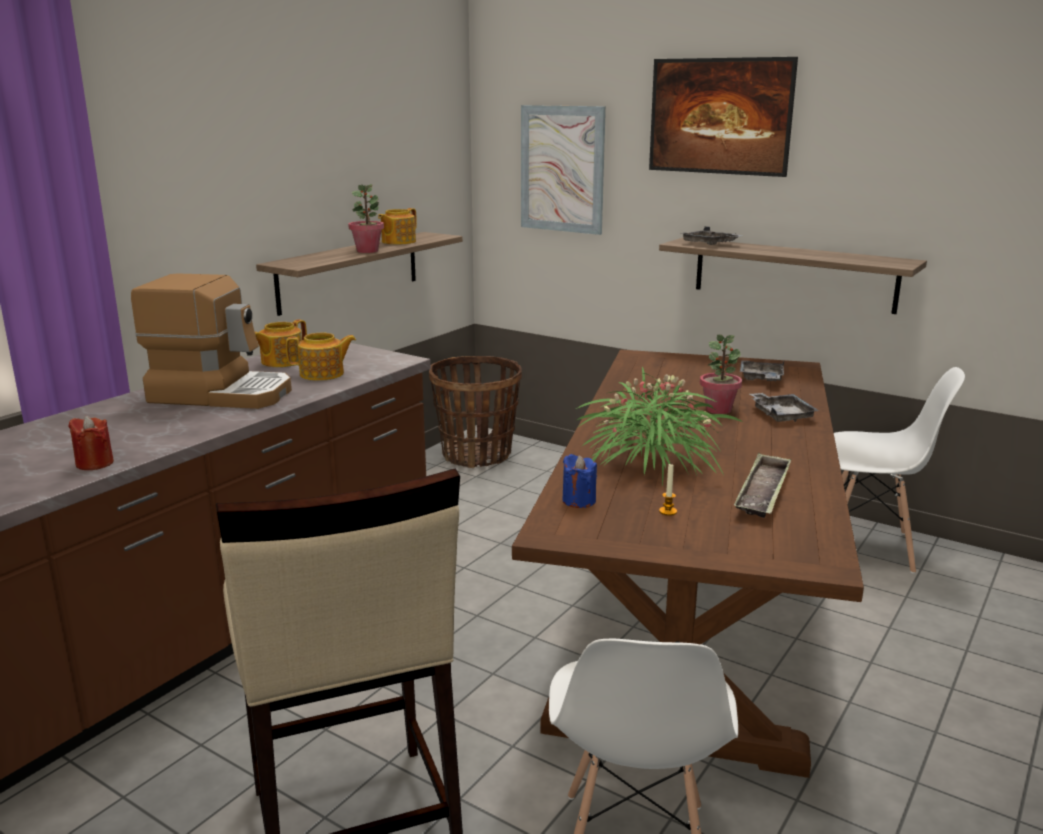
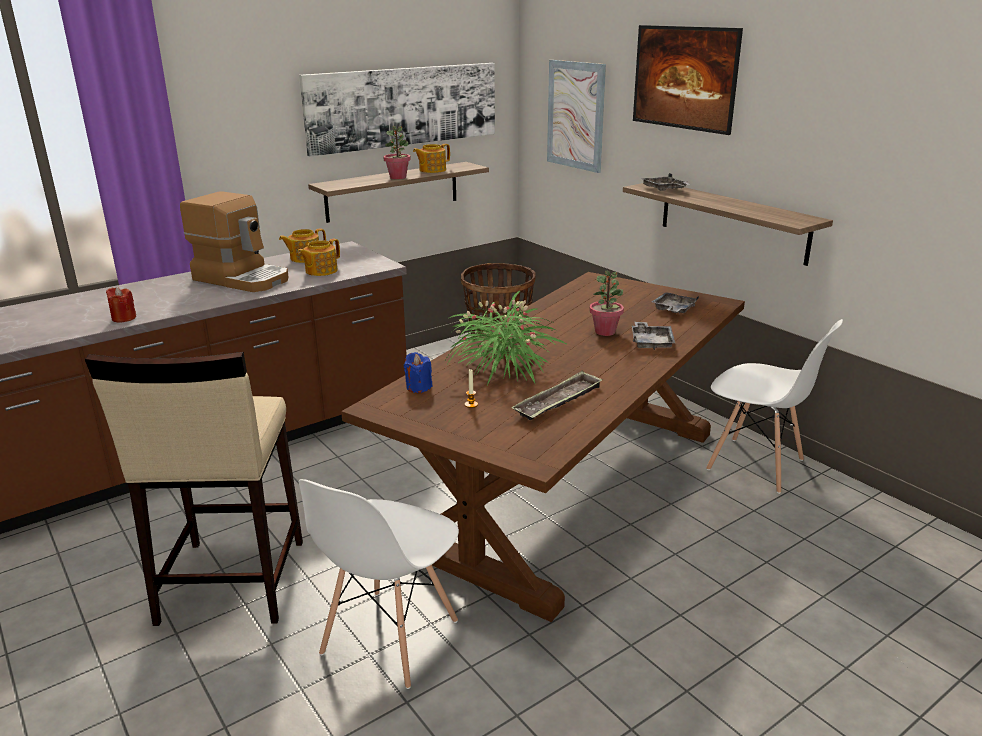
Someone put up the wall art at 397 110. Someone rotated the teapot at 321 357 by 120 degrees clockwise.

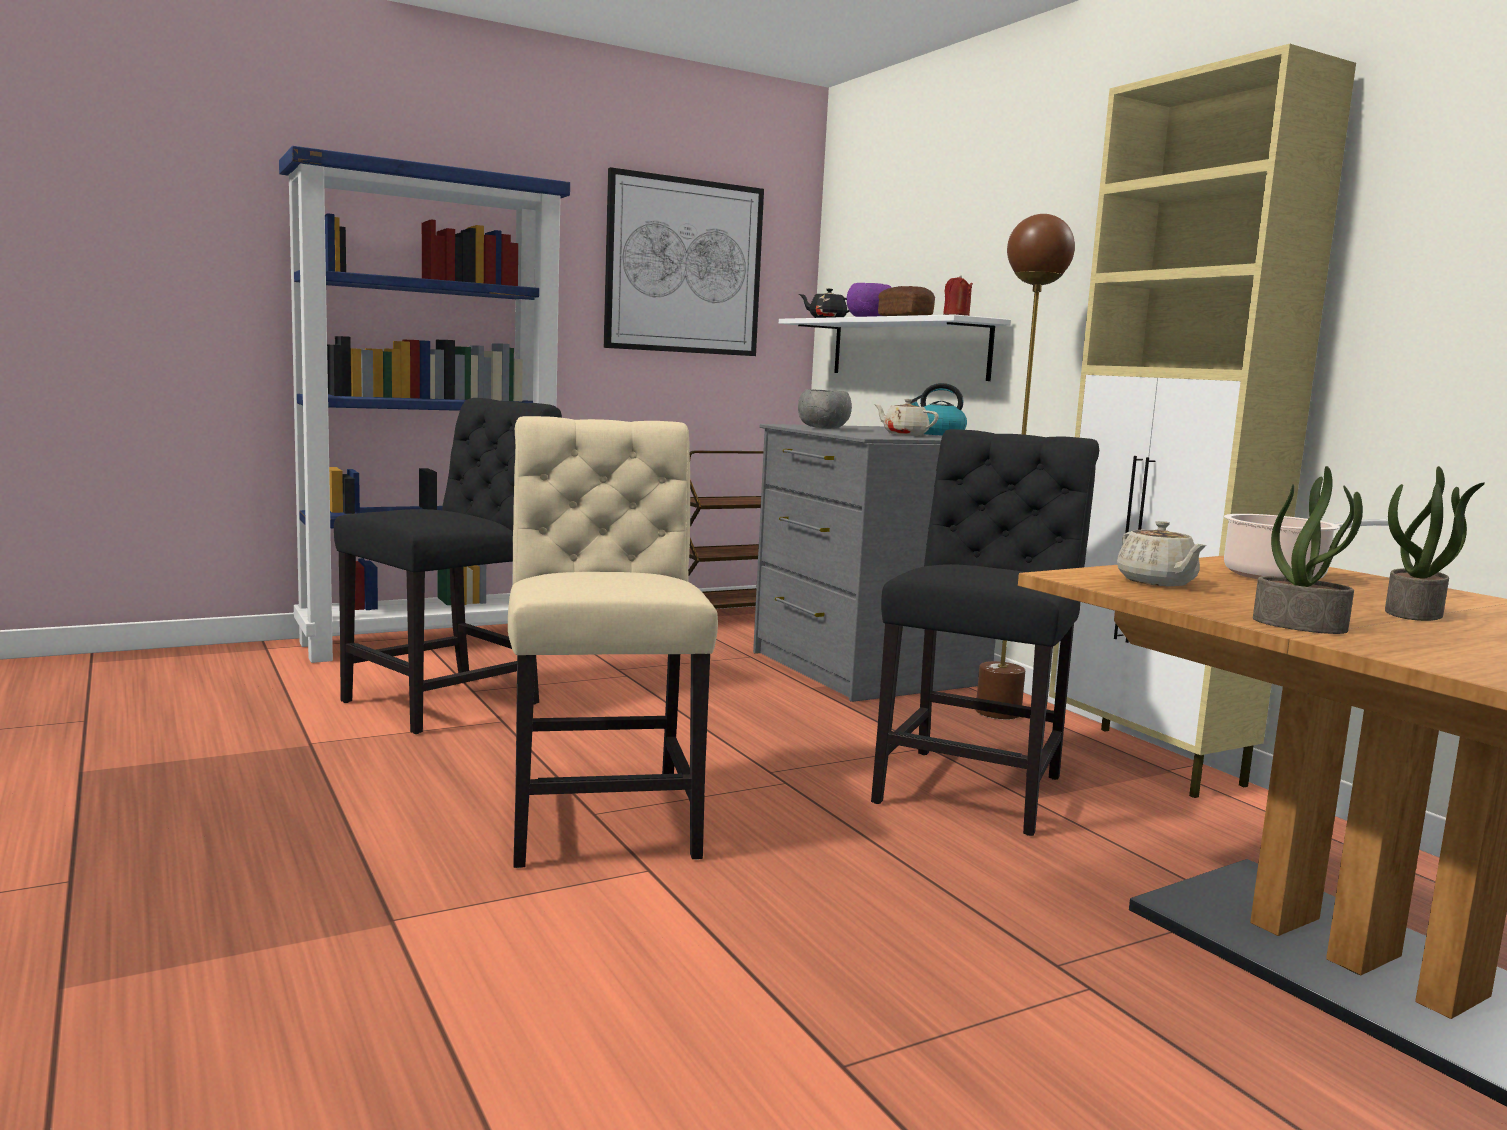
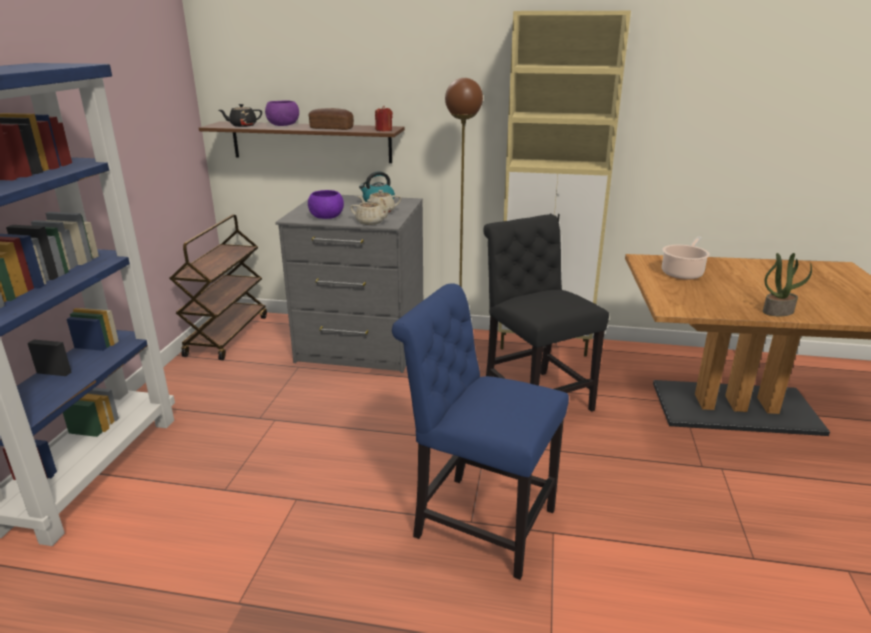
Someone took away the black chair at 448 566. Someone took away the wall art at 684 261. Someone took away the potted plant at 1435 543. Someone carried the beige teapot from 1162 553 to 371 212. Someone repainted the beige chair at 613 642, which became the blue chair at 480 432. Someone repainted the white wall shelf at 895 348, which became the brown wall shelf at 302 142. Someone repainted the grey bowl at 825 409, which became the purple bowl at 326 204.

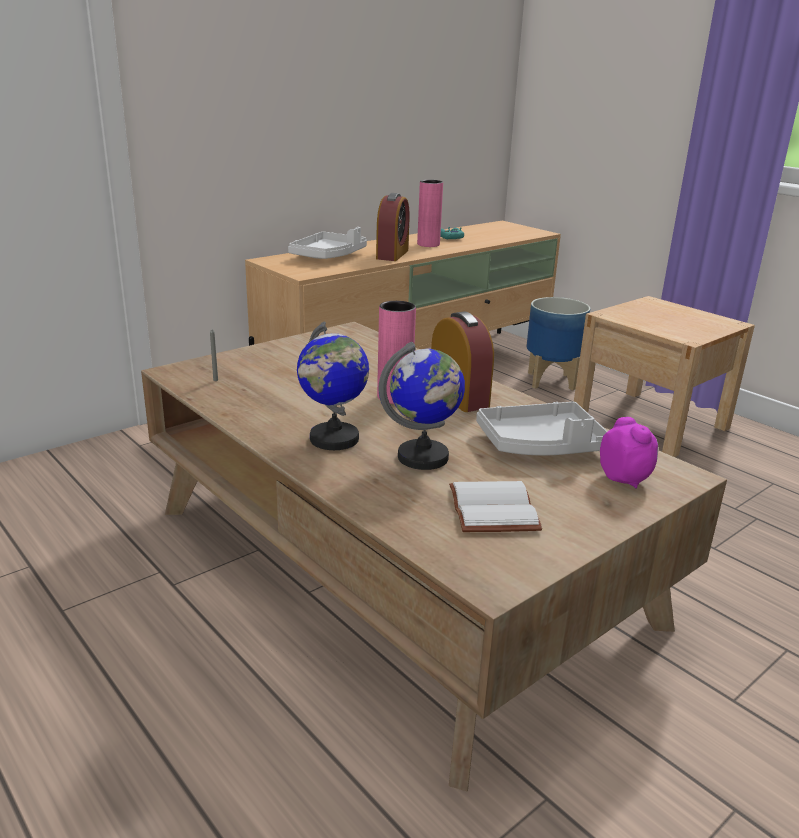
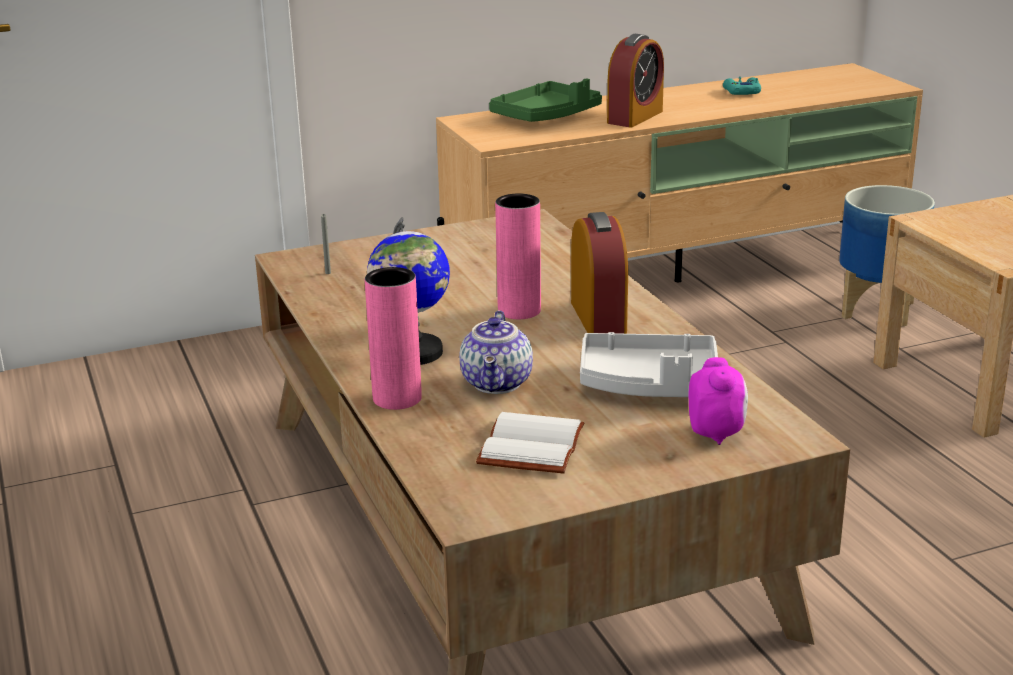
Someone carried the pinkish decorative vase from 430 213 to 393 338. Someone swapped the desk globe at 422 405 for the teapot at 496 352. Someone repainted the white carrying tray at 327 243, which became the green carrying tray at 545 100.

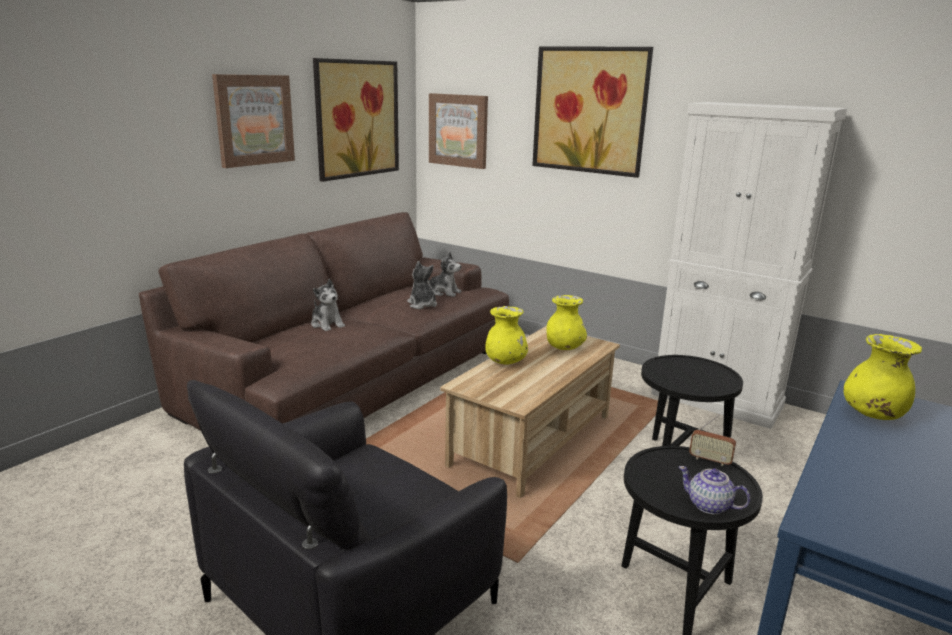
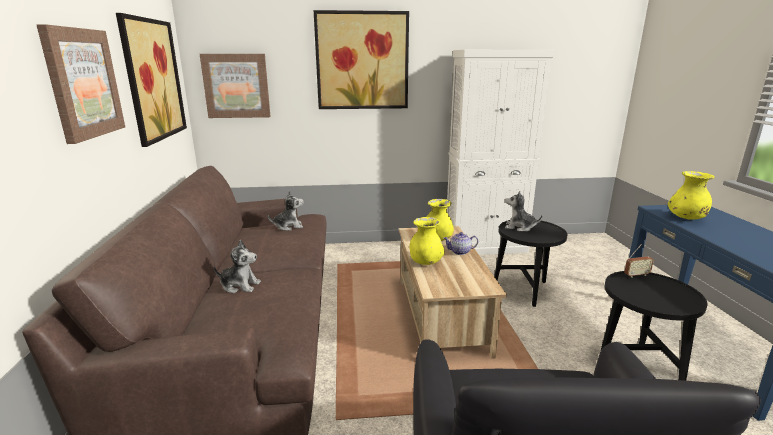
Someone carried the plush toy from 422 285 to 523 211. Someone carried the teapot from 714 490 to 460 243.

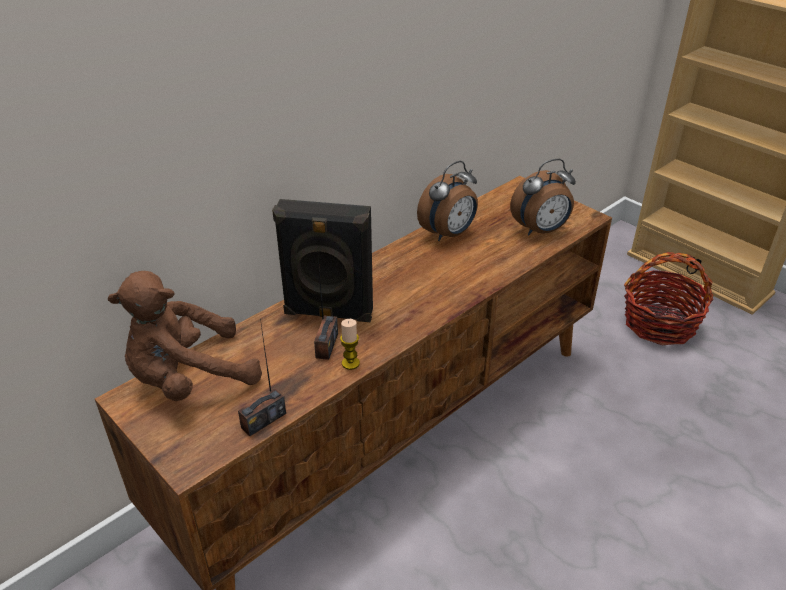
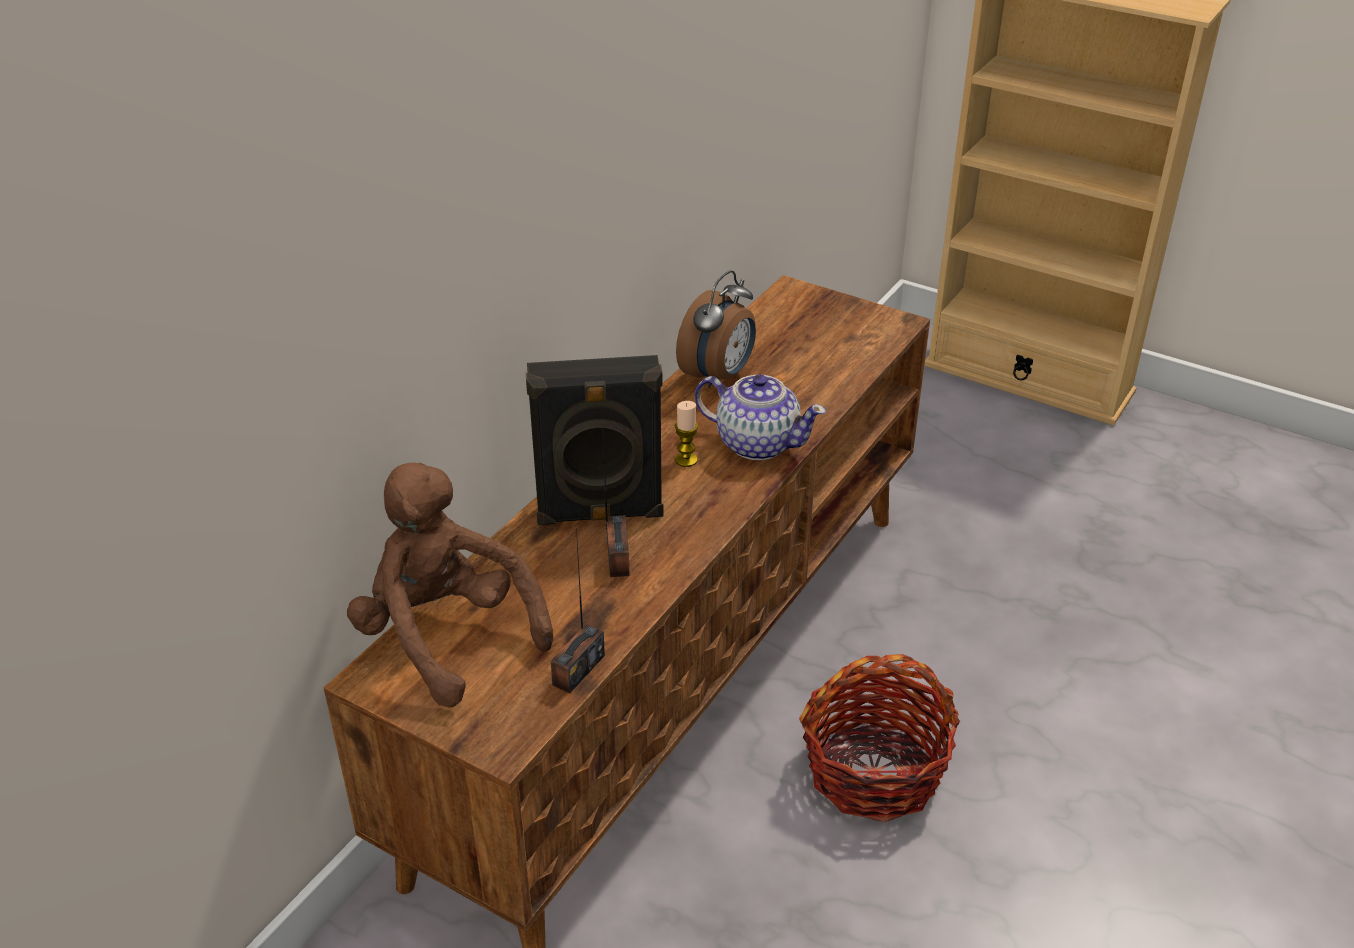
Someone took away the alarm clock at 543 197. Someone put down the teapot at 760 417. Someone carried the wax candle from 350 344 to 686 434. Someone carried the basket from 669 298 to 879 738. Someone rotated the brown plush toy at 185 336 by 90 degrees clockwise.

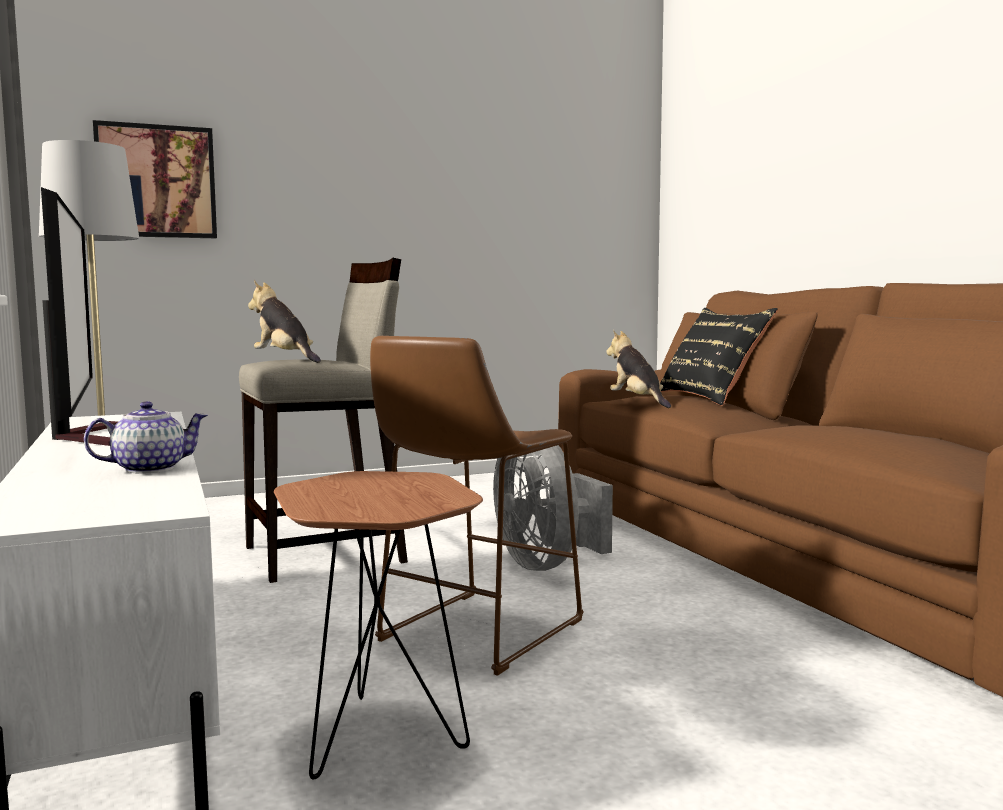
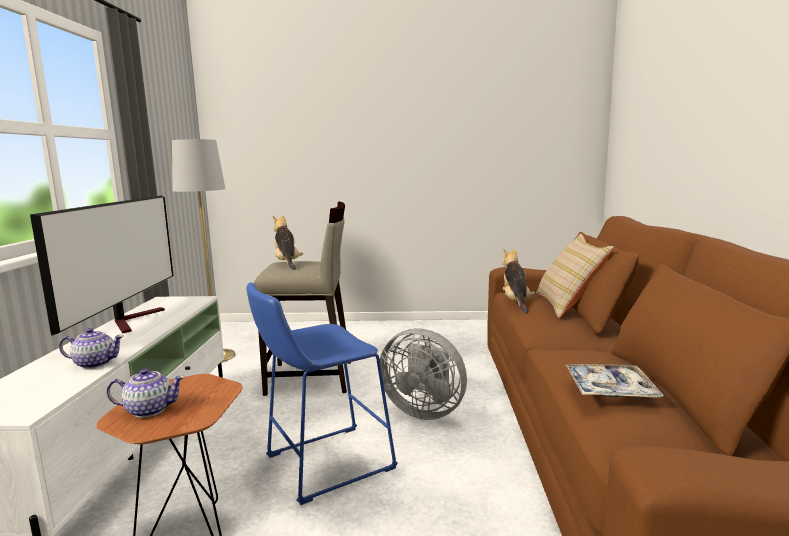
Someone took away the wall art at 155 179. Someone put down the teapot at 145 393. Someone put down the carrying tray at 615 381. Someone repainted the brown stool seat at 476 506, which became the blue stool seat at 322 393. Someone repainted the black cushion at 719 357, which became the beige cushion at 575 276. Someone rotated the grey fan at 553 508 by 60 degrees counterclockwise.

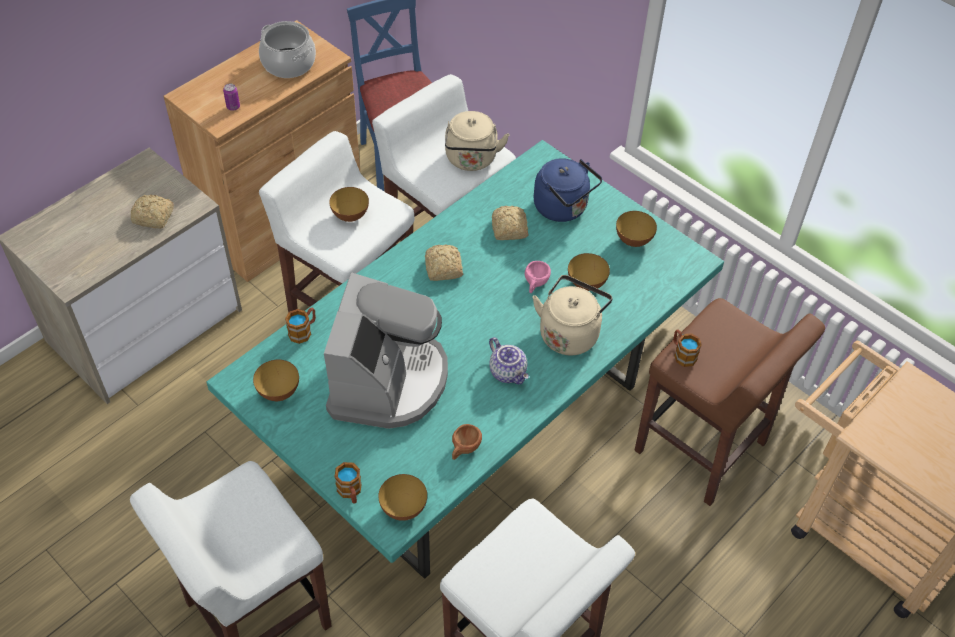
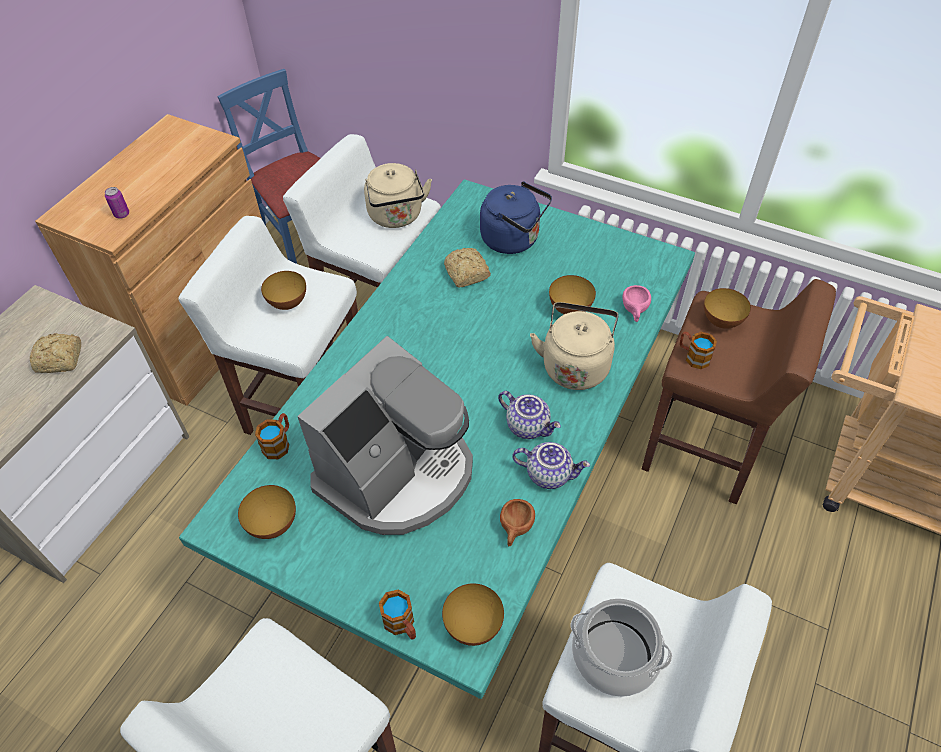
Someone took away the baked bread at 444 262. Someone put down the teapot at 551 465. Someone carried the cooking pot from 287 49 to 621 647. Someone carried the pinkish drinking cup from 538 277 to 637 303. Someone carried the bowl from 636 229 to 727 308. Someone rotated the coffee machine at 386 350 by 45 degrees clockwise.

